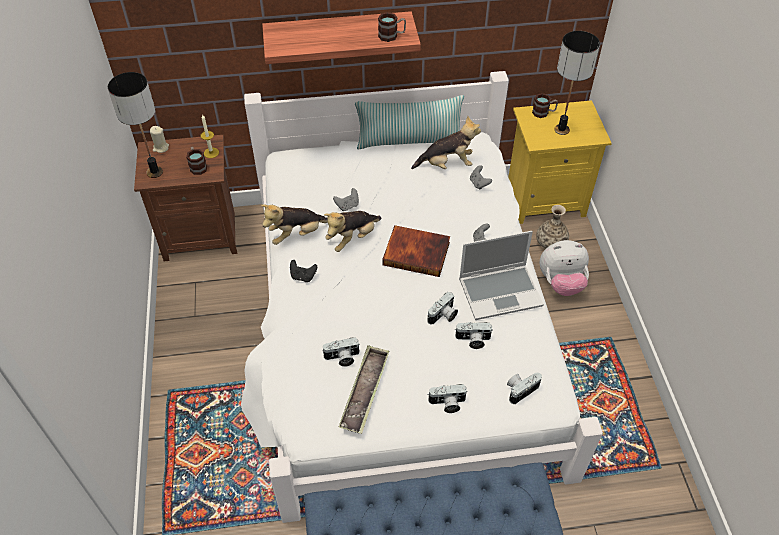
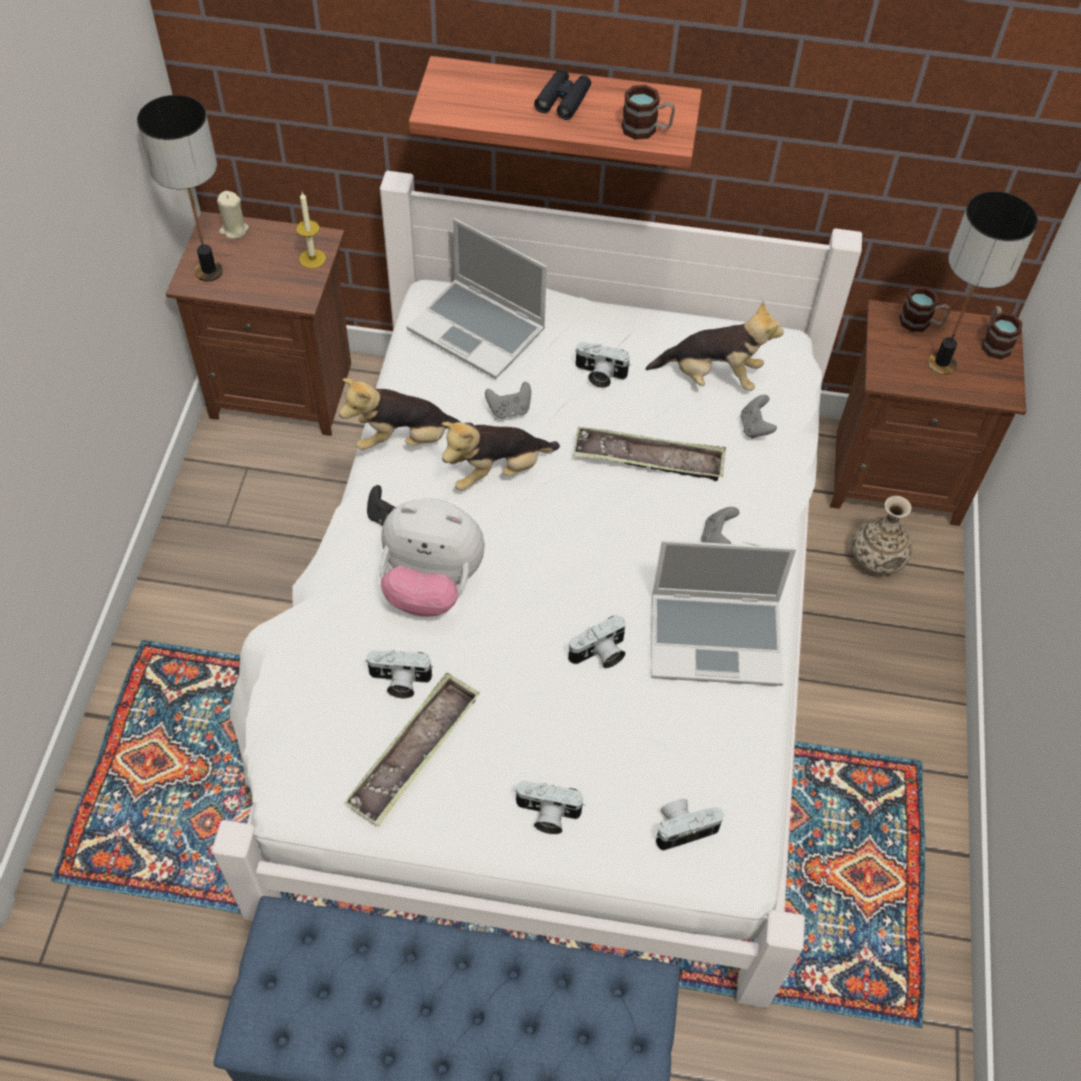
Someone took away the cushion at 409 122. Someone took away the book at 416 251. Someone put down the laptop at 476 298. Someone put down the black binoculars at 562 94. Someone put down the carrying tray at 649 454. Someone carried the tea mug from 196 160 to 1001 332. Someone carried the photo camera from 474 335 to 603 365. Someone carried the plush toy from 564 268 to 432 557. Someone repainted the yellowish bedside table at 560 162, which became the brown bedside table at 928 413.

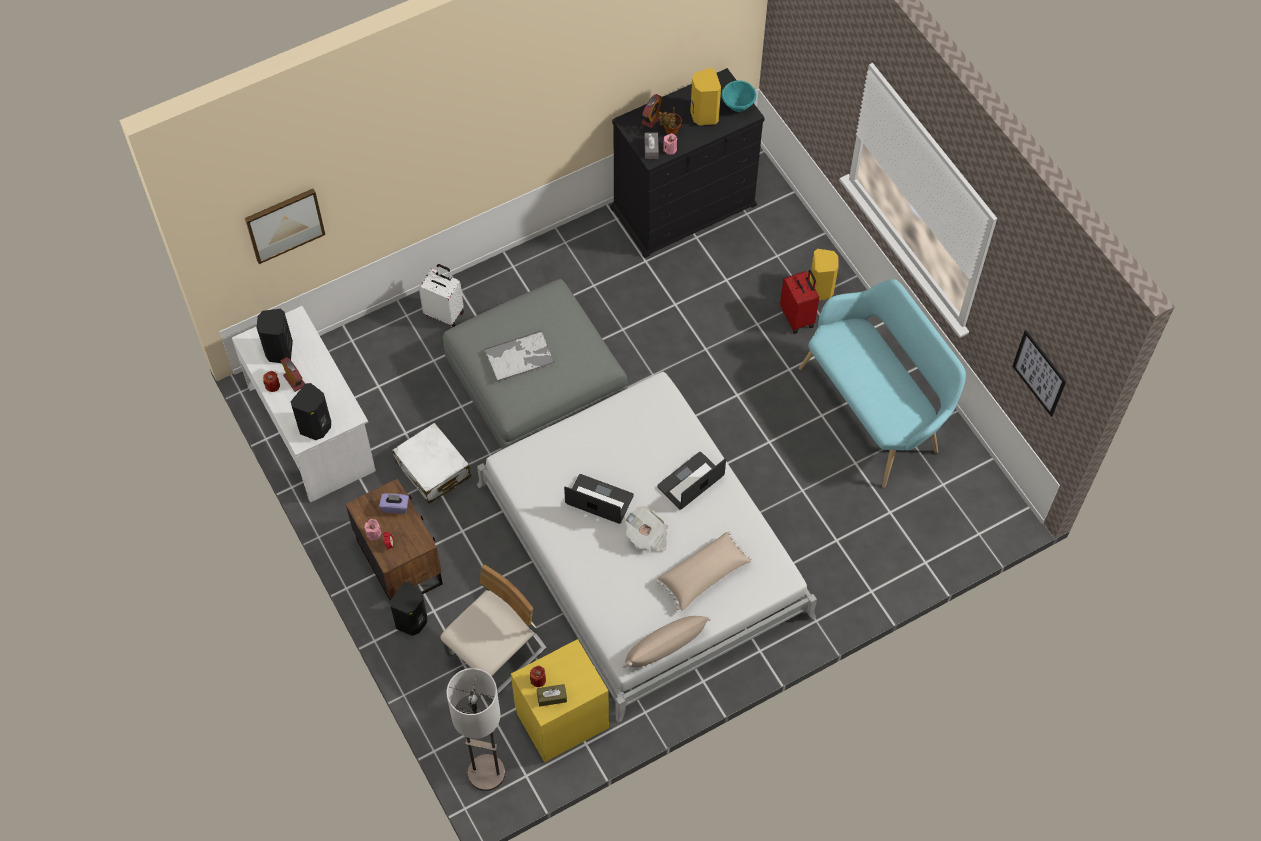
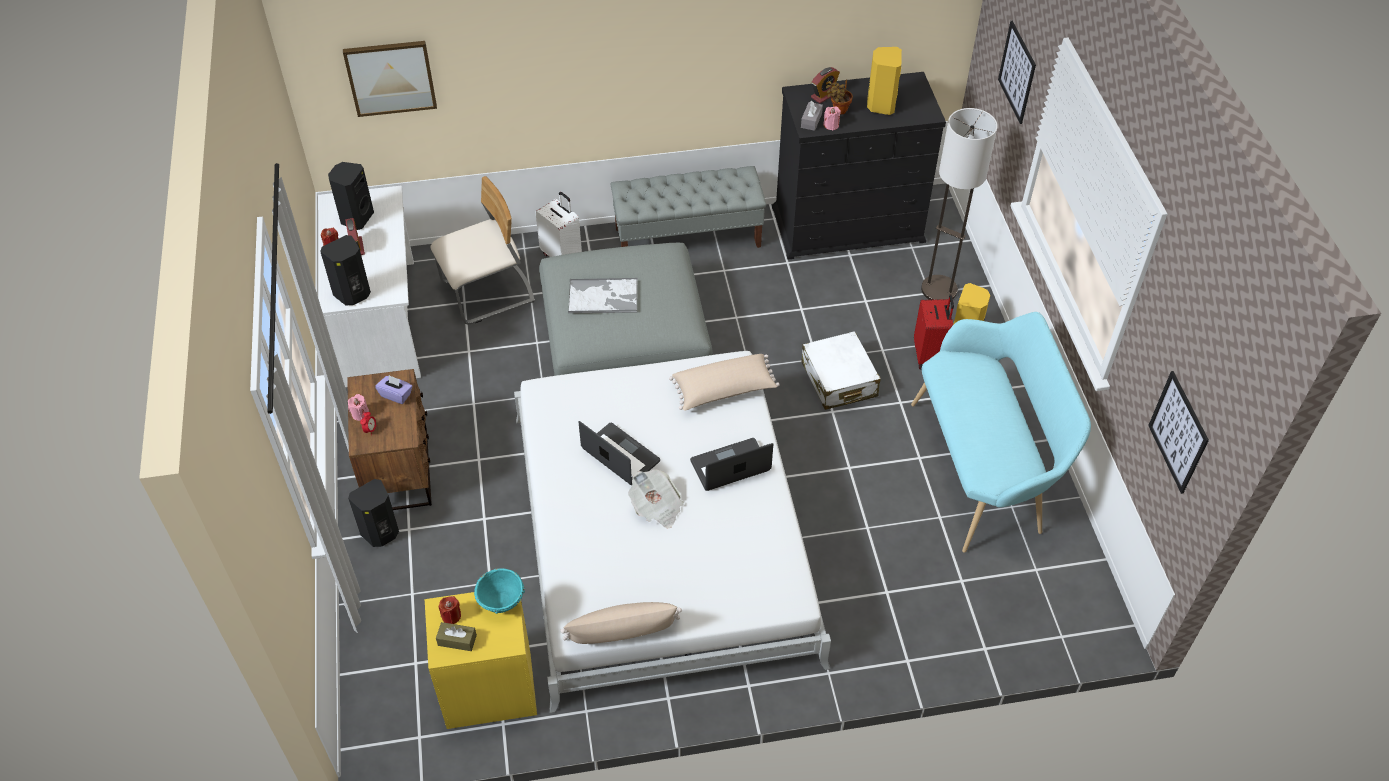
Someone put down the grey indoor bench at 688 207. Someone put up the wall art at 1017 72. Someone carried the white suitcase from 431 463 to 841 370. Someone carried the beige chair from 493 629 to 483 250. Someone carried the standard lamp from 476 729 to 959 204. Someone carried the beige cushion from 704 570 to 724 382. Someone carried the turquoise bowl from 739 96 to 499 591.

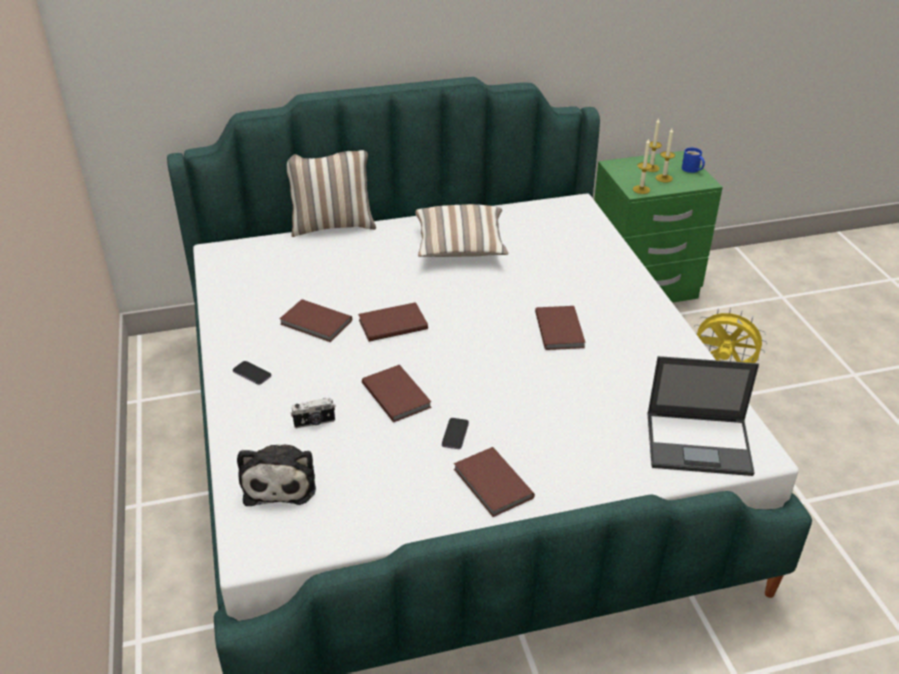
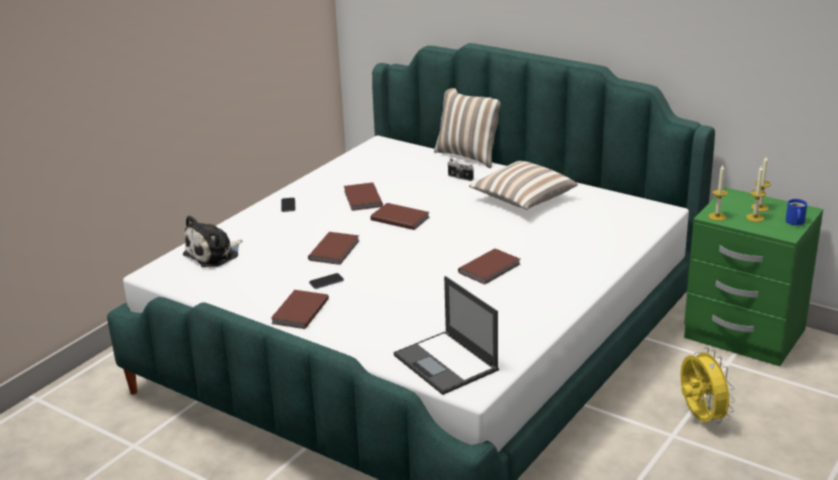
Someone carried the photo camera from 313 413 to 461 170.

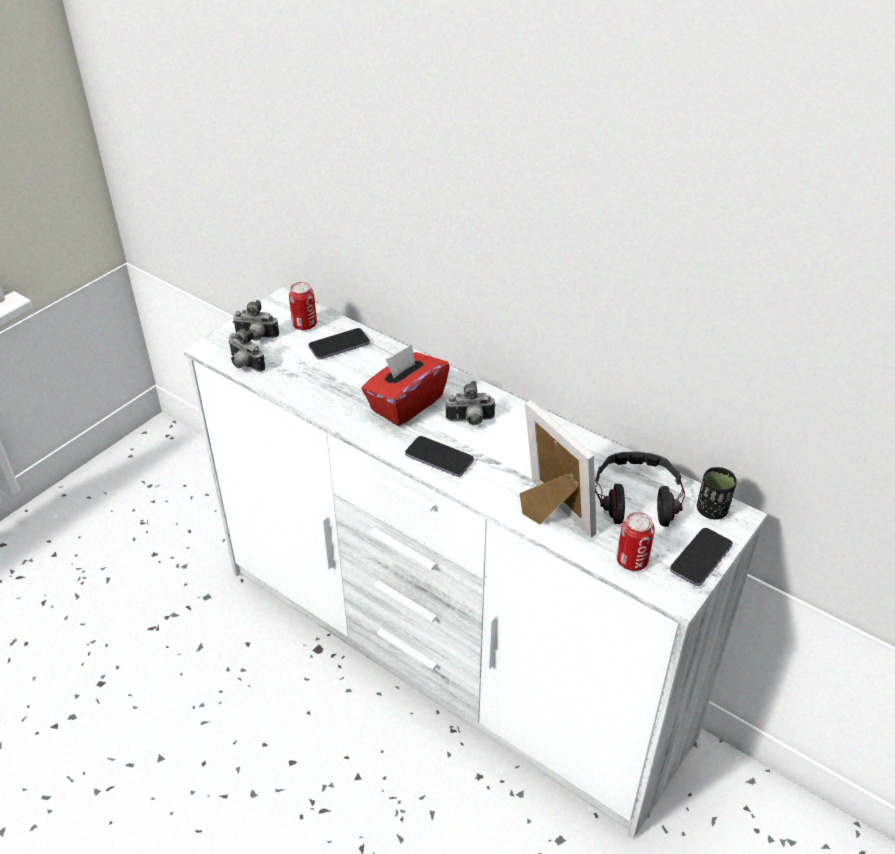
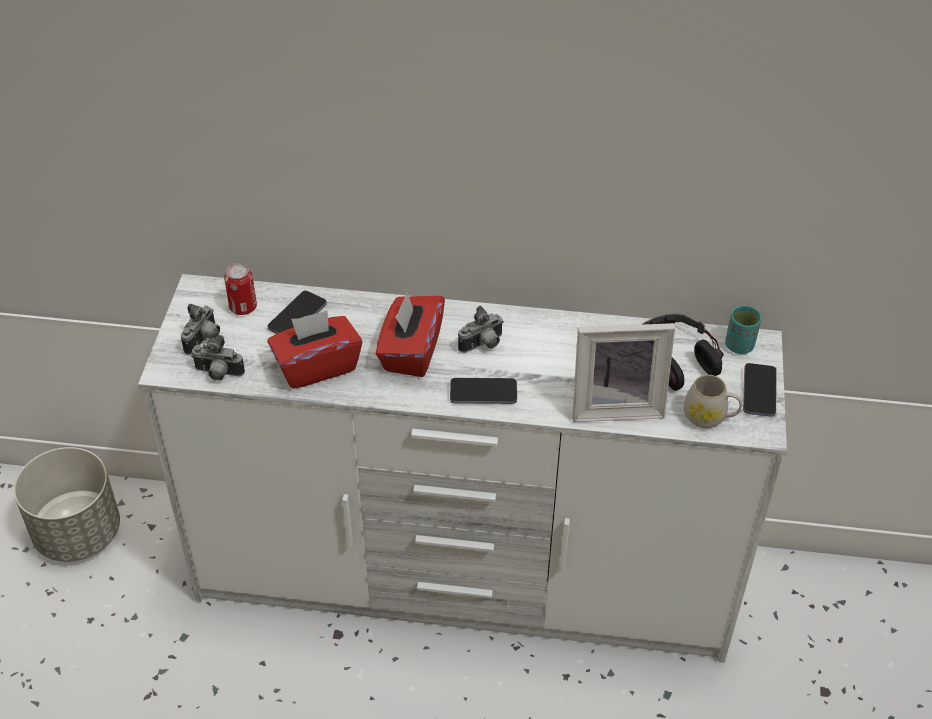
Someone put down the grey plant pot at 67 504. Someone put down the reddish tissue box at 314 349. Someone swapped the can at 636 541 for the white tea mug at 713 401. Someone repainted the black drinking cup at 717 493, which became the turquoise drinking cup at 743 329. Someone rotated the photo camera at 256 320 by 45 degrees counterclockwise. Someone rotated the standing frame at 558 468 by 150 degrees clockwise.

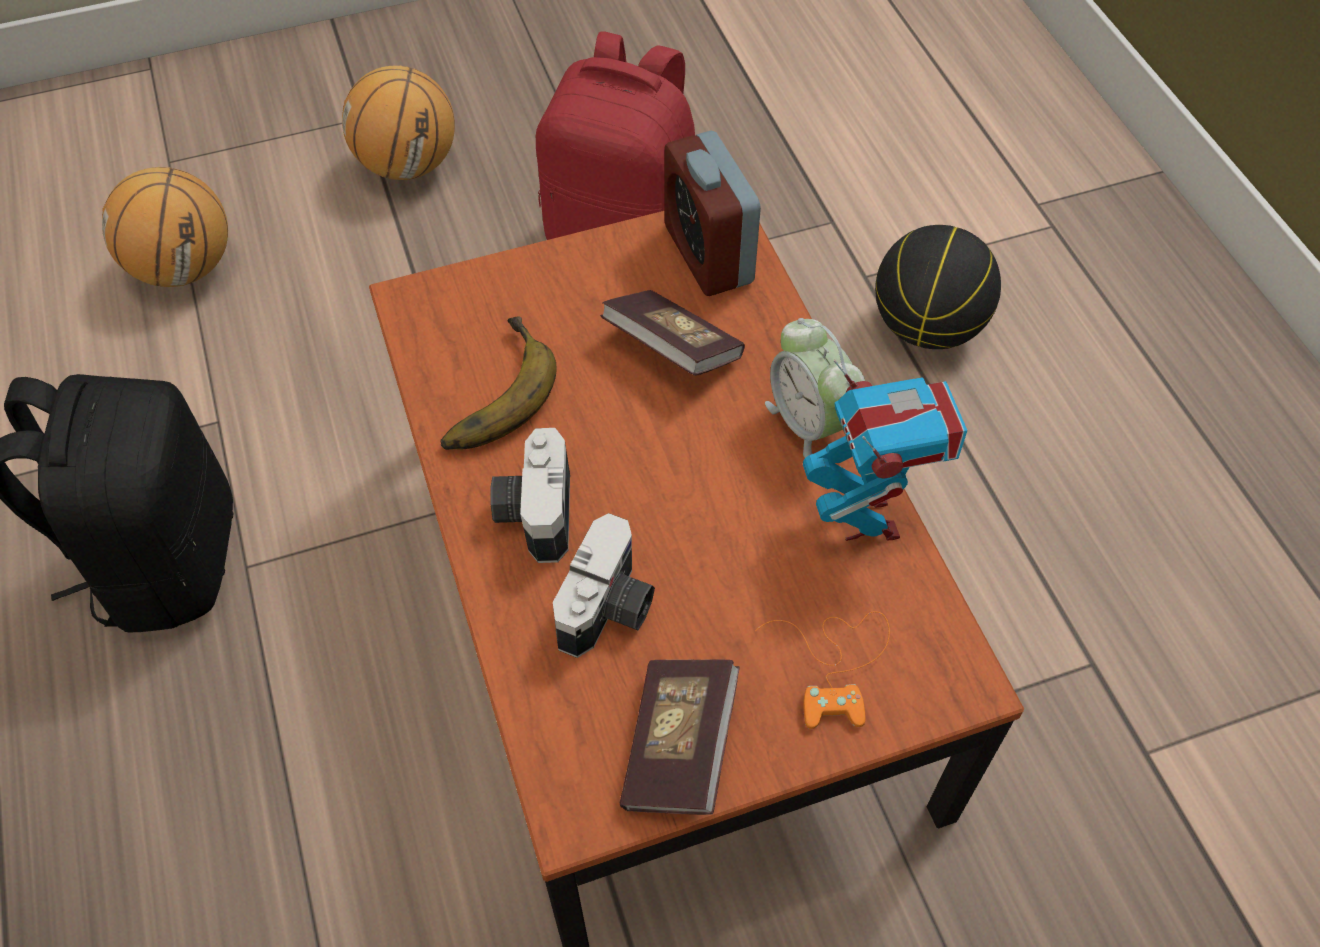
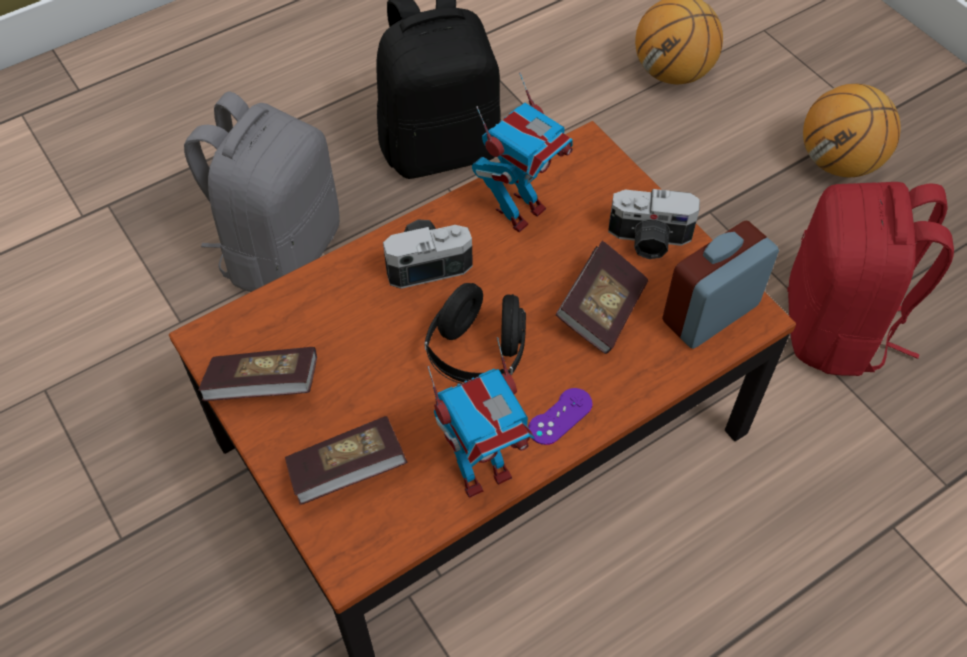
Someone took away the basketball ball at 938 287. Someone put down the grey backpack at 262 191. Someone put down the black pair of headphones at 475 333. Someone carried the photo camera from 604 585 to 654 224. Someone swapped the whole banana at 498 383 for the model robot at 522 152. Someone swapped the orange joypad at 822 670 for the book at 346 460. Someone swapped the alarm clock at 815 388 for the purple joypad at 561 416.

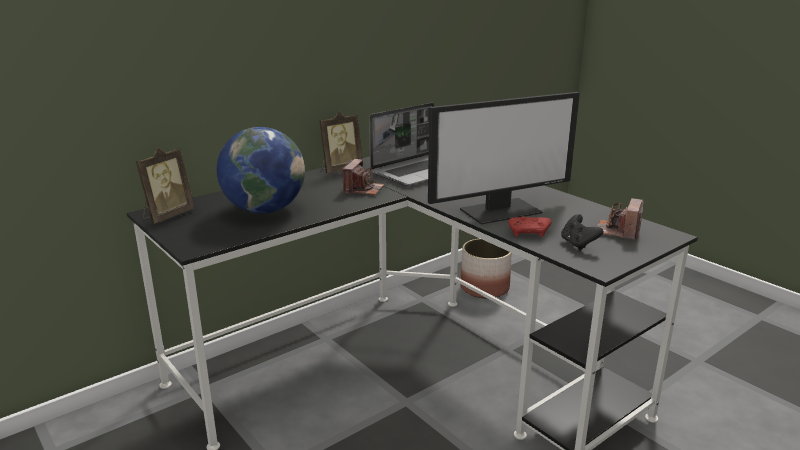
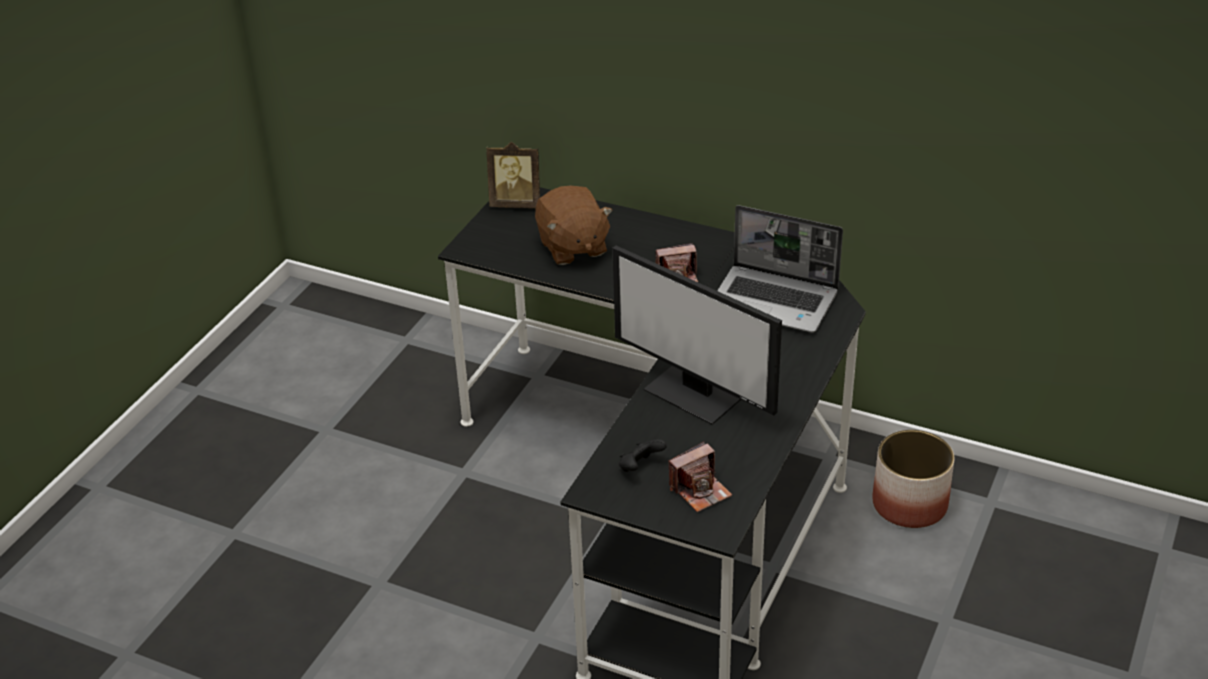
Someone took away the standing frame at 341 142. Someone took away the reddish joypad at 530 226. Someone swapped the desk globe at 261 170 for the brown plush toy at 574 225. Someone rotated the photo camera at 620 219 by 150 degrees clockwise.

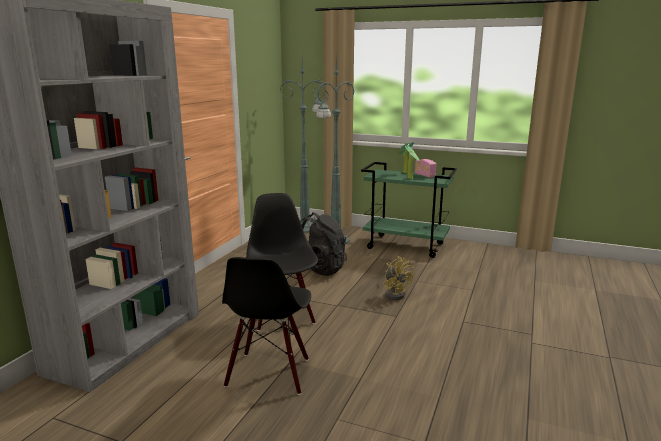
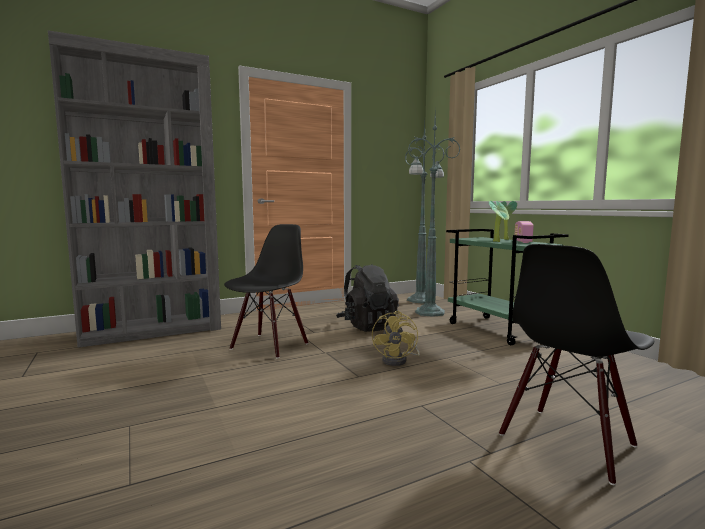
Someone carried the black chair from 266 326 to 576 364.

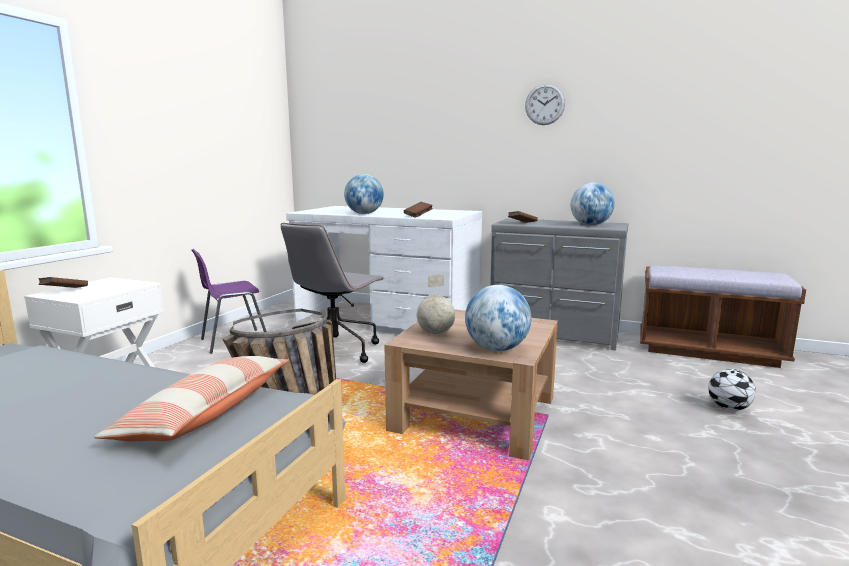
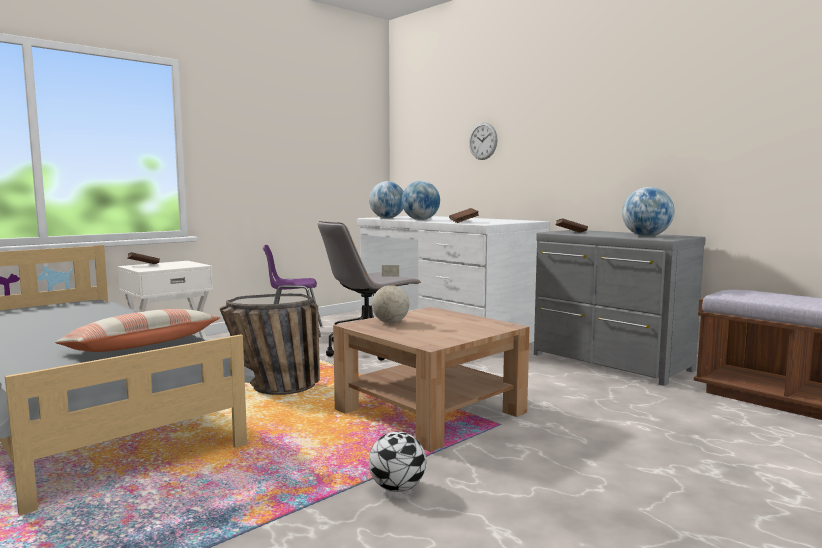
Someone carried the desk globe from 498 318 to 386 199. Someone carried the clock on the wall from 545 104 to 483 141. Someone carried the football from 732 390 to 397 462.

